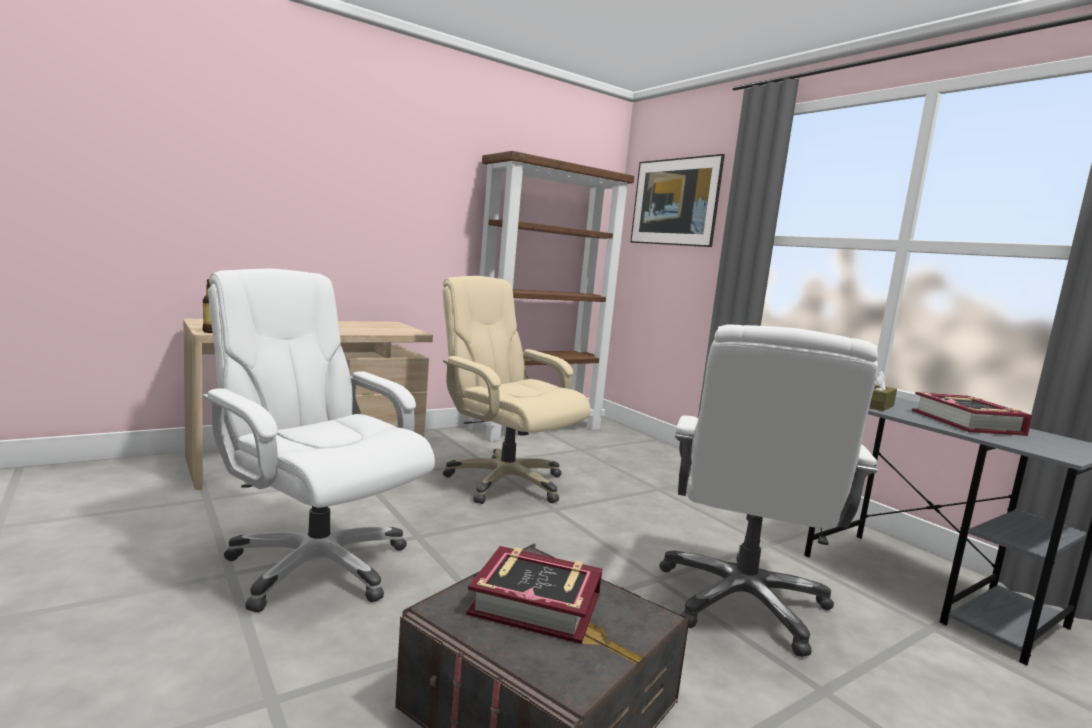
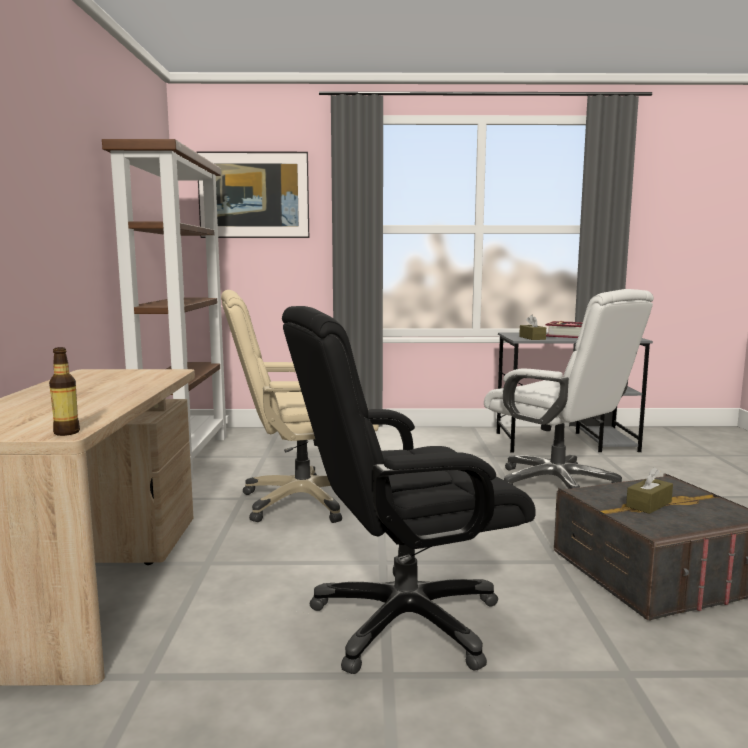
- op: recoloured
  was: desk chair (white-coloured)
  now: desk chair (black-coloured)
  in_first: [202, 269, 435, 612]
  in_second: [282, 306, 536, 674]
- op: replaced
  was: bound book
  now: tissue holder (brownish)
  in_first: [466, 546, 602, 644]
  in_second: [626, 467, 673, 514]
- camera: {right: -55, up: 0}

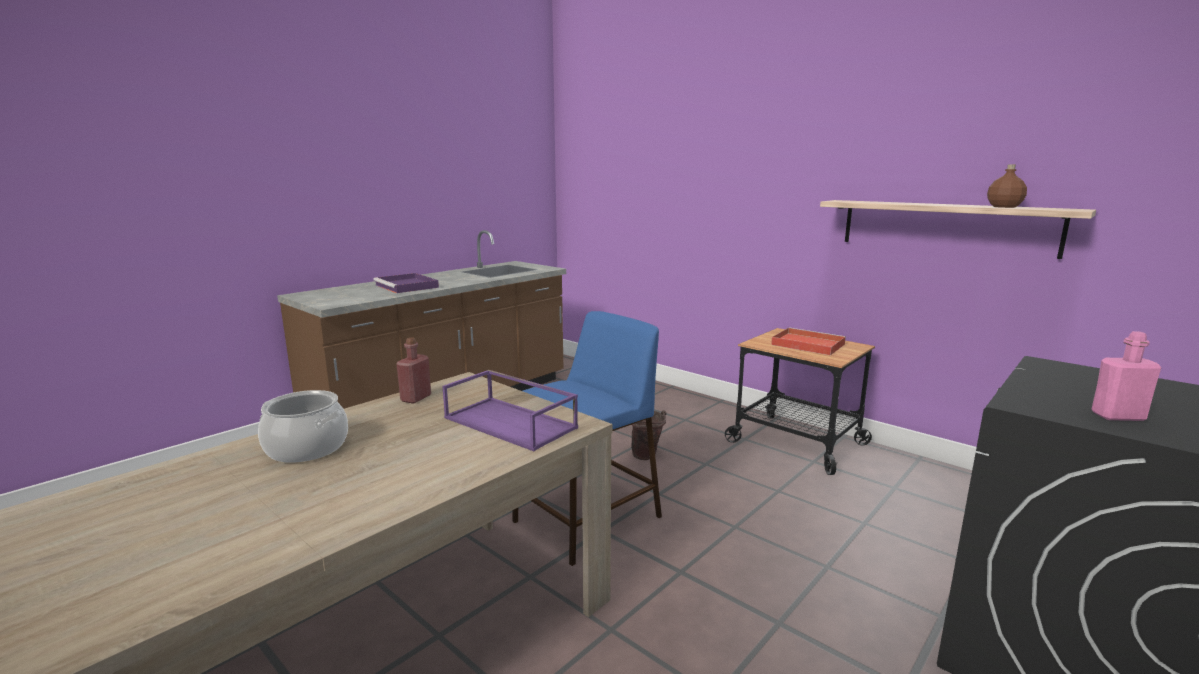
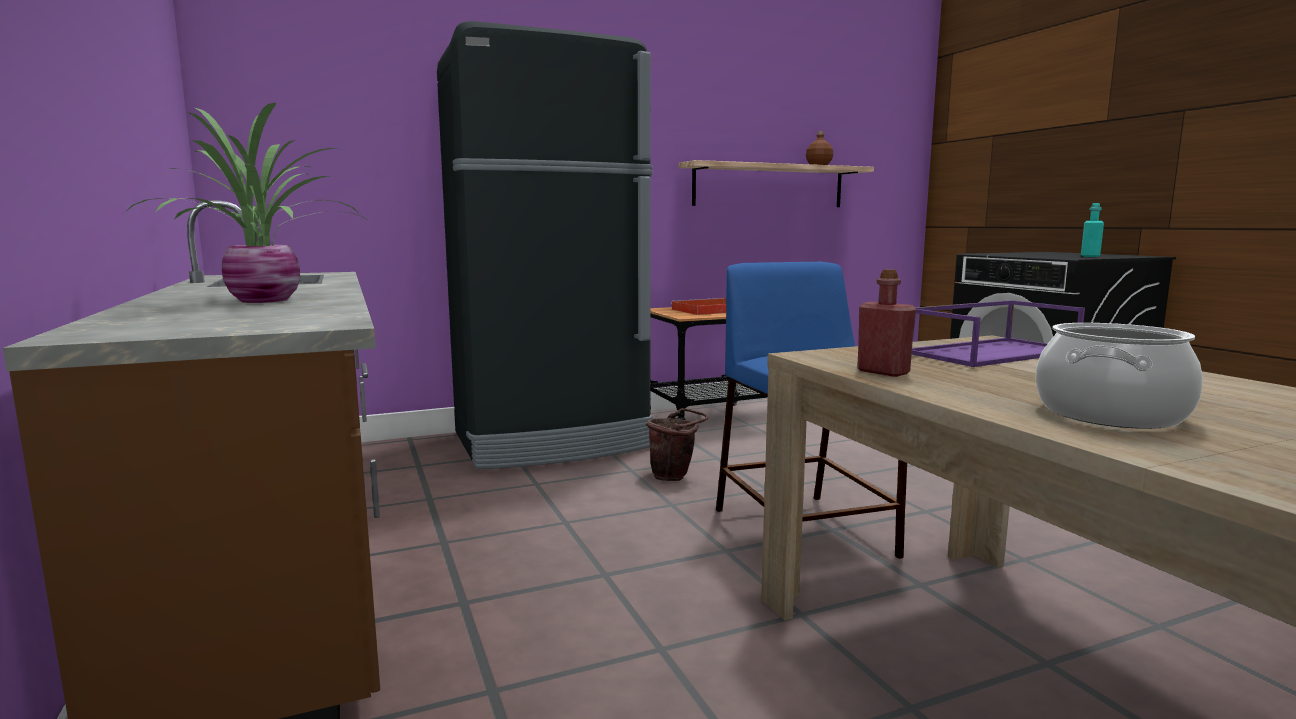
- op: replaced
  was: carrying tray (purple)
  now: houseplant
  in_first: [373, 273, 439, 293]
  in_second: [124, 102, 366, 303]
- op: recoloured
  was: bottle (pinkish)
  now: bottle (turquoise-coloured)
  in_first: [1092, 331, 1162, 421]
  in_second: [1081, 203, 1104, 257]
- op: added
  now: refrigerator (black-coloured)
  in_second: [437, 21, 653, 469]
- camera: {right: -65, up: -5}

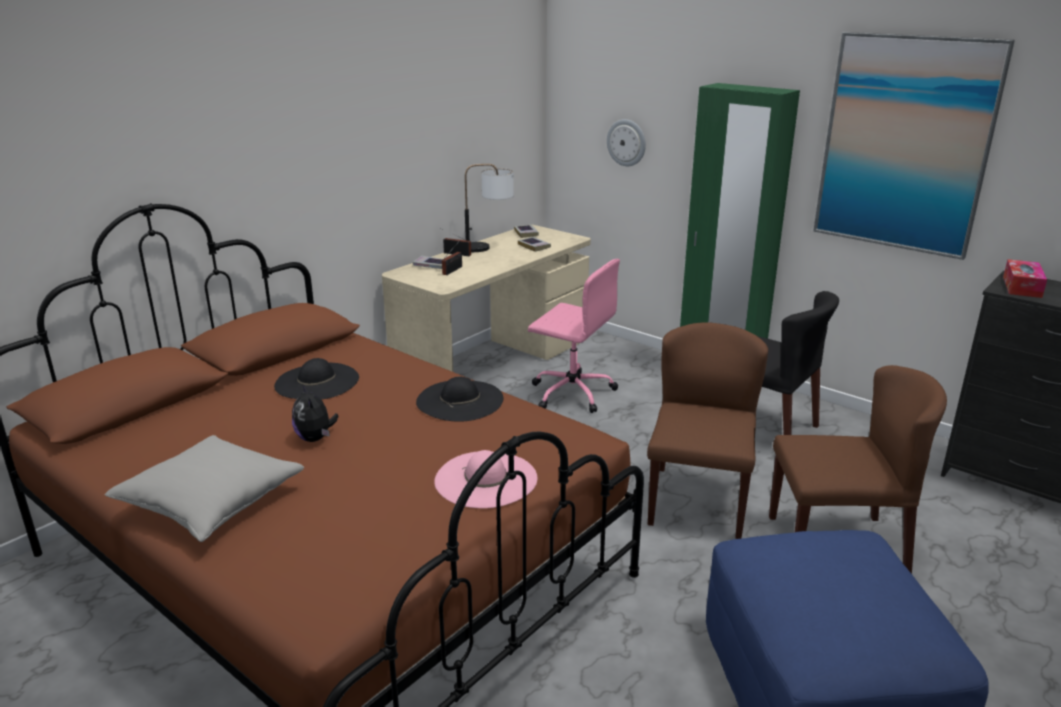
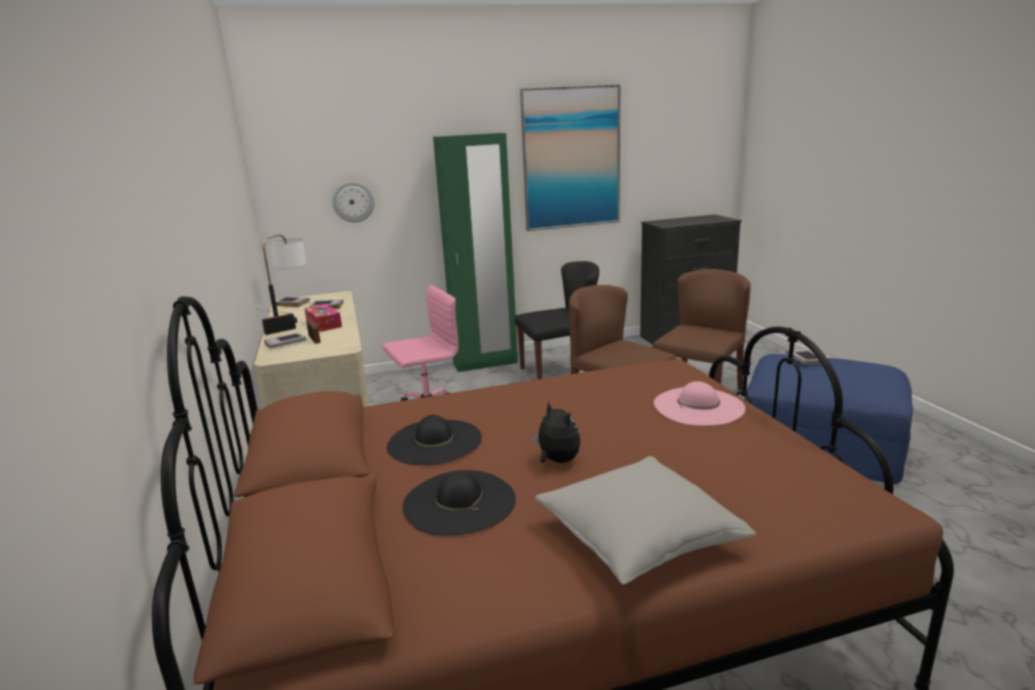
- op: turned
  was: cuddly toy
  in_first: [292, 384, 339, 442]
  in_second: [532, 401, 581, 463]
  clockwise: -135
- op: moved
  was: wearable hat (black-coloured)
  in_first: [416, 377, 503, 422]
  in_second: [403, 470, 516, 536]
- op: moved
  was: tissue holder
  in_first: [1003, 259, 1047, 298]
  in_second: [304, 304, 342, 332]
- op: added
  now: bound book
  in_second: [785, 347, 821, 365]
- camera: {right: -55, up: -5}

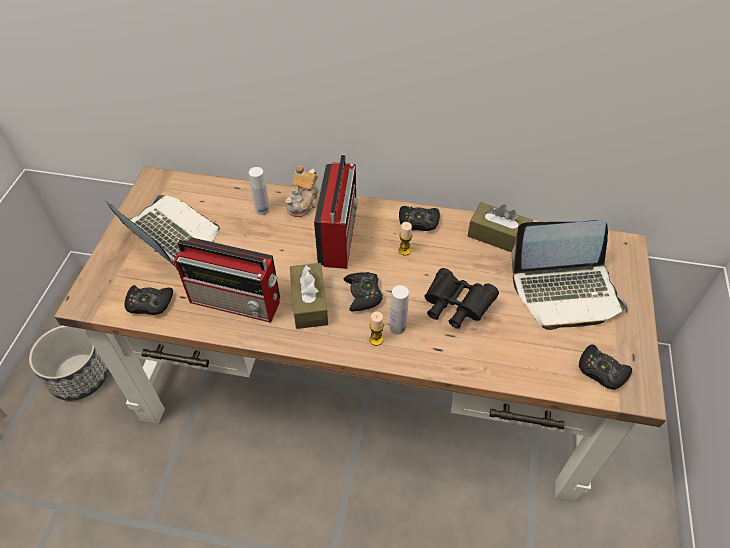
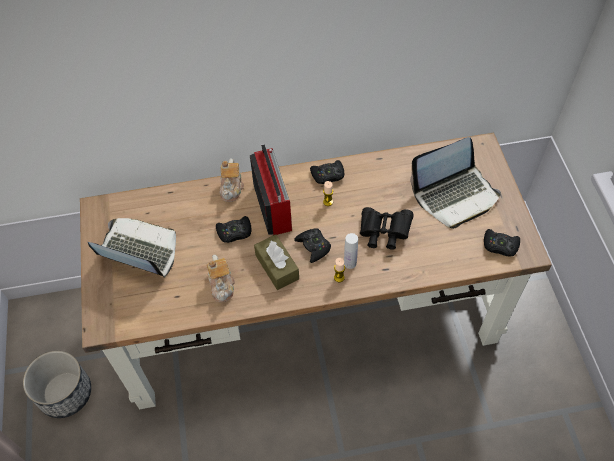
- op: moved
  was: joypad (black-coloured)
  in_first: [125, 285, 173, 315]
  in_second: [216, 216, 251, 243]
- op: replaced
  was: radio
  now: tea pot
  in_first: [174, 237, 280, 323]
  in_second: [207, 255, 235, 302]
- op: removed
  was: bottle (white-coloured)
  in_first: [249, 167, 270, 215]
- op: removed
  was: tissue holder (brownish)
  in_first: [468, 202, 533, 252]
- camera: {right: -20, up: 5}

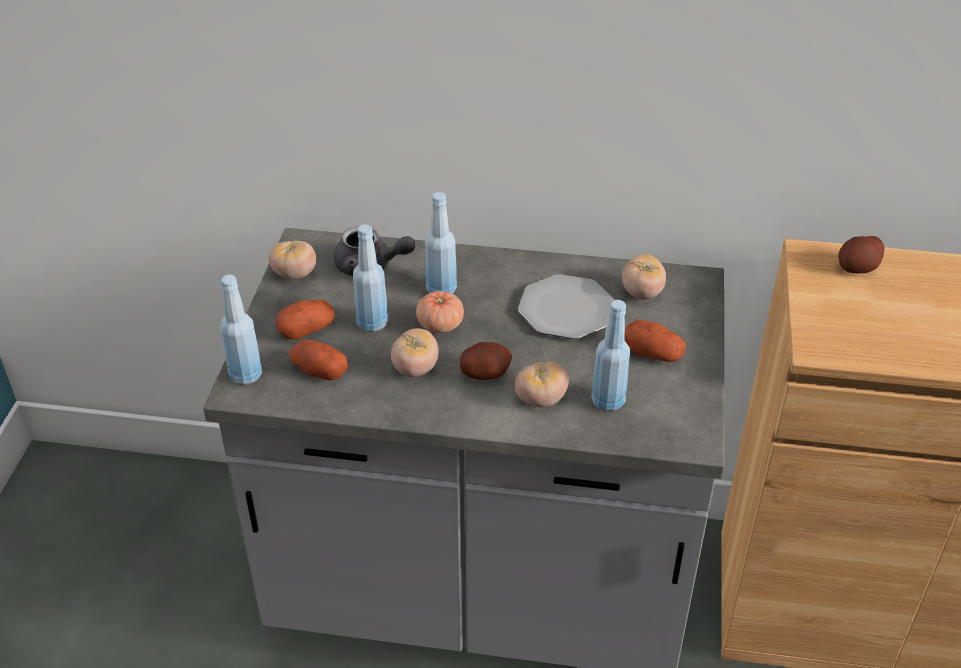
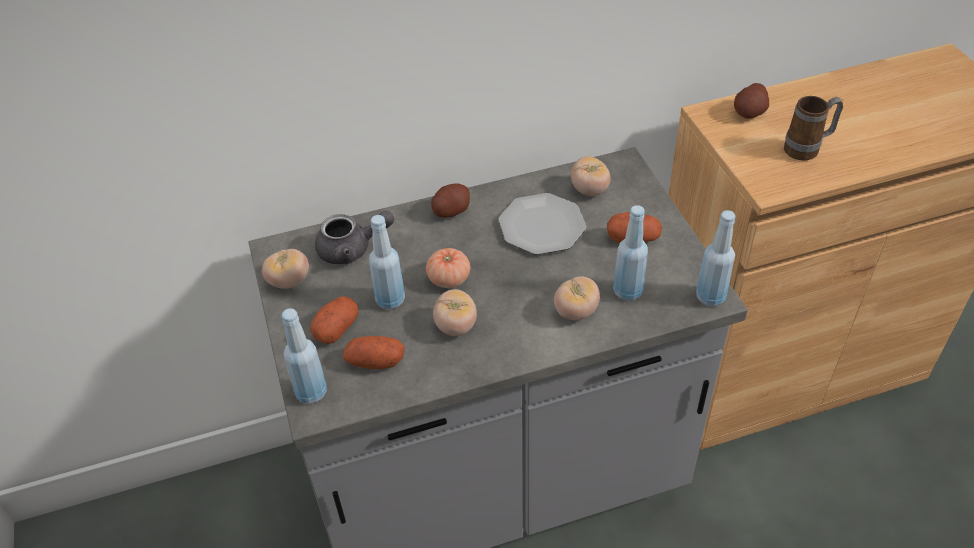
- op: moved
  was: bottle (bluish)
  in_first: [425, 192, 457, 294]
  in_second: [696, 210, 736, 306]
- op: moved
  was: spud
  in_first: [460, 342, 512, 380]
  in_second: [431, 183, 470, 218]
- op: added
  now: tea mug
  in_second: [784, 96, 843, 161]
- camera: {right: -25, up: 5}

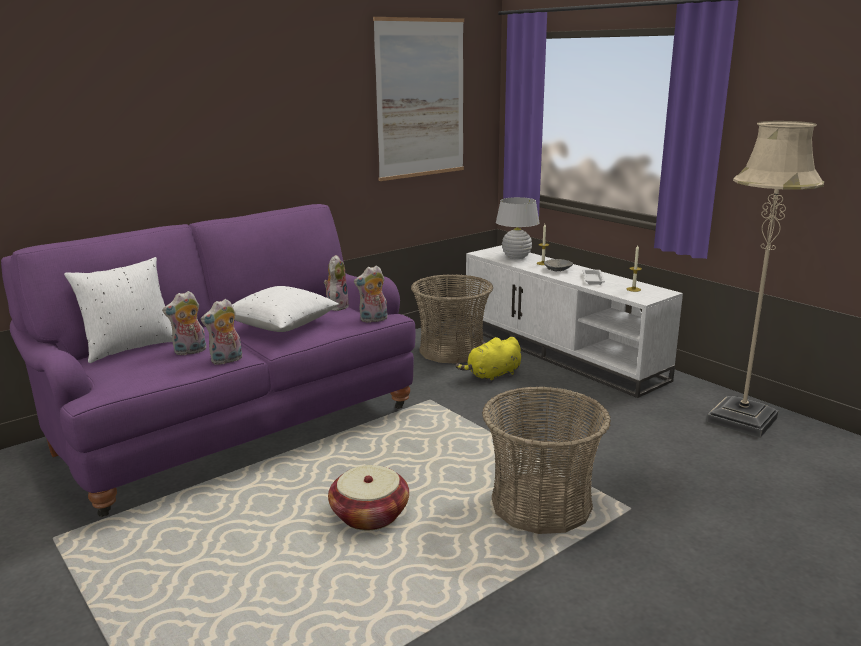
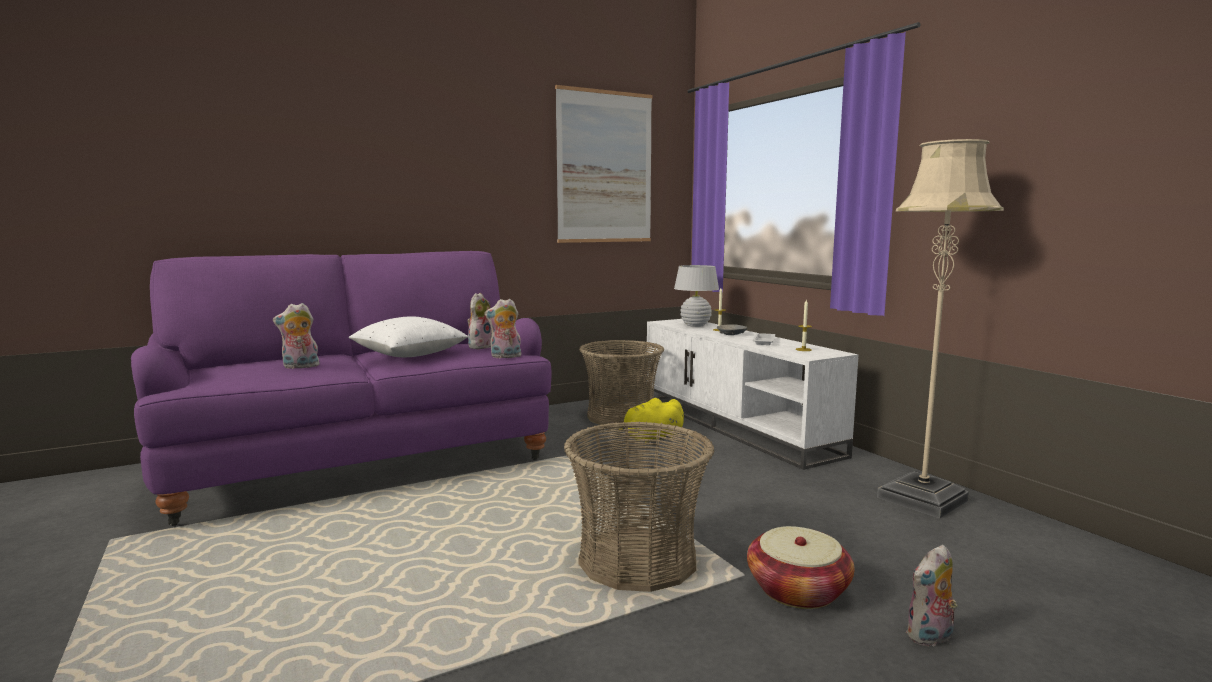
- op: removed
  was: pillow (white-coloured)
  in_first: [64, 257, 173, 363]
- op: moved
  was: cuddly toy
  in_first: [201, 299, 242, 365]
  in_second: [906, 545, 958, 647]
- op: moved
  was: storage basket
  in_first: [328, 465, 409, 530]
  in_second: [747, 526, 854, 609]
- camera: {right: 10, up: -10}

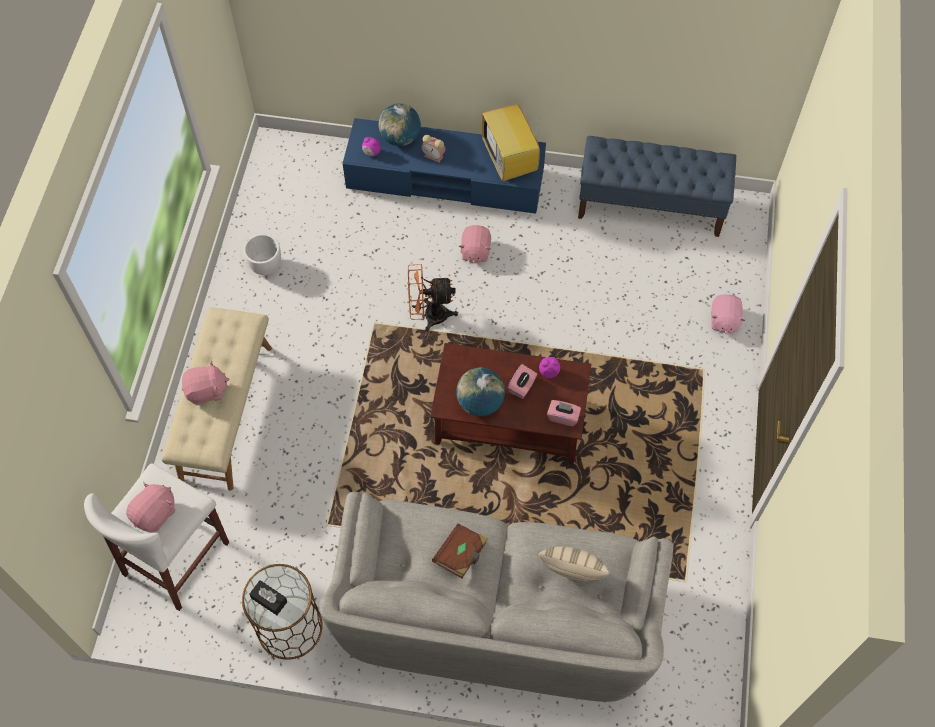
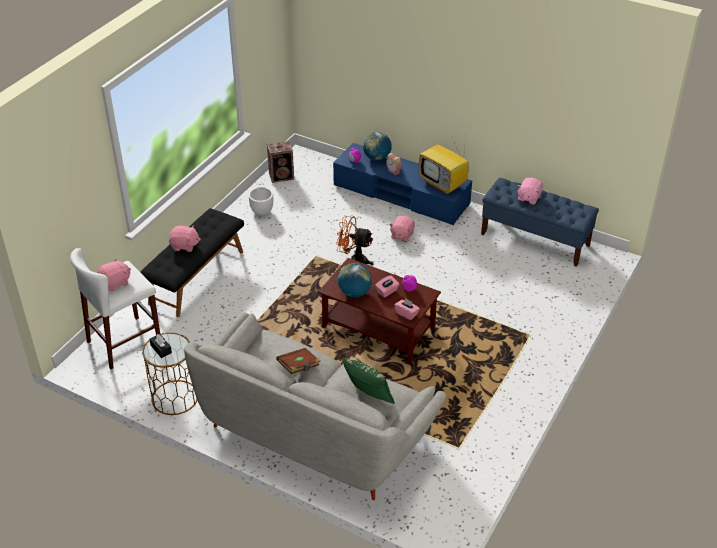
- op: recoloured
  was: long seat (beige)
  now: long seat (black-coloured)
  in_first: [161, 307, 272, 491]
  in_second: [140, 208, 244, 317]
- op: turned
  was: television
  in_first: [482, 98, 540, 181]
  in_second: [419, 137, 469, 194]
  clockwise: -45
- op: recoloured
  was: pillow (beige)
  now: pillow (green-coloured)
  in_first: [539, 546, 610, 581]
  in_second: [342, 358, 395, 404]
- op: moved
  was: cuddly toy (pinkish)
  in_first: [711, 294, 745, 334]
  in_second: [517, 178, 543, 205]
- op: added
  now: speaker
  in_second: [267, 141, 294, 183]
- camera: {right: 20, up: -20}

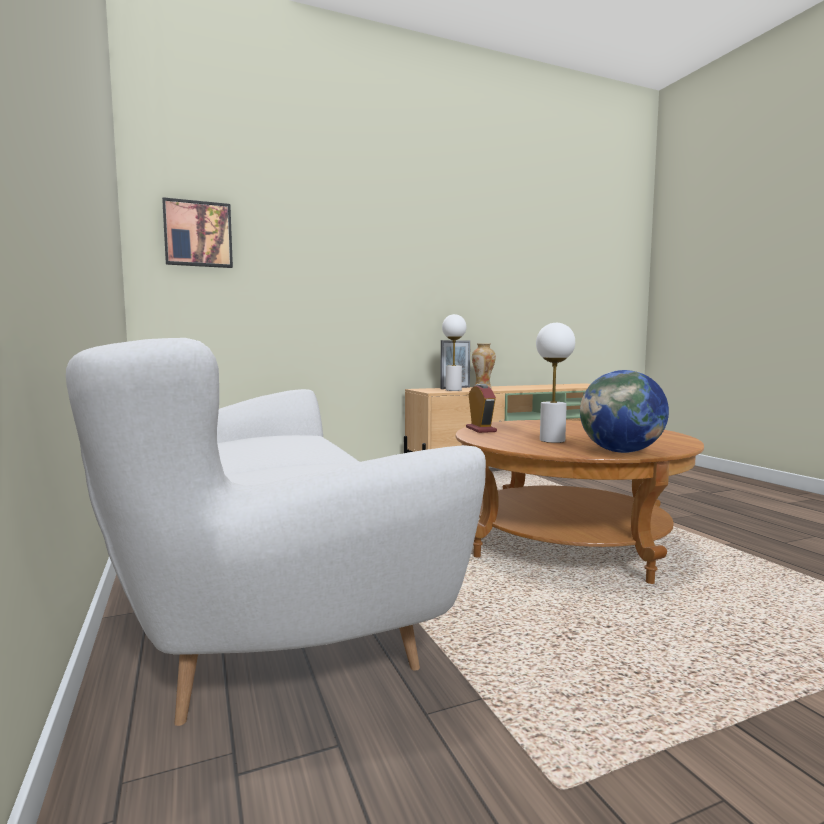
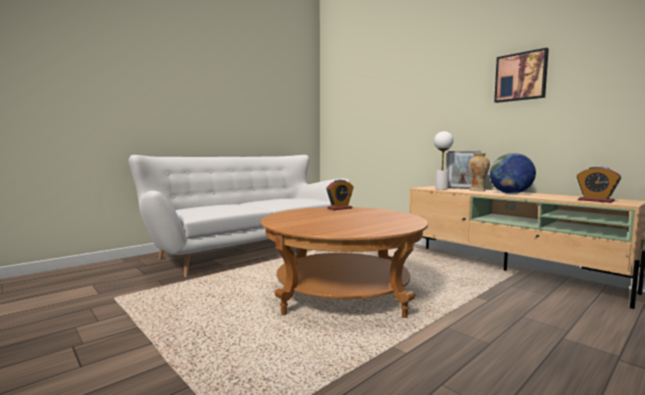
- op: moved
  was: picture
  in_first: [162, 197, 233, 268]
  in_second: [494, 48, 549, 103]
- op: removed
  was: lamp for a table (white-coloured)
  in_first: [536, 323, 575, 443]
- op: moved
  was: world globe
  in_first: [580, 370, 669, 453]
  in_second: [490, 153, 536, 194]
- op: added
  now: bedside clock
  in_second: [576, 166, 621, 203]
- camera: {right: 70, up: 0}

